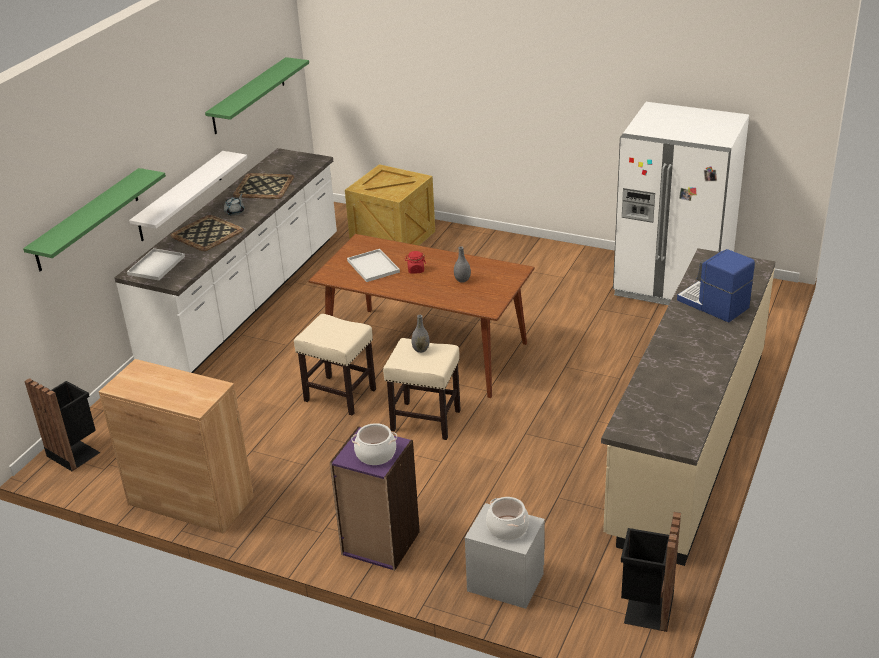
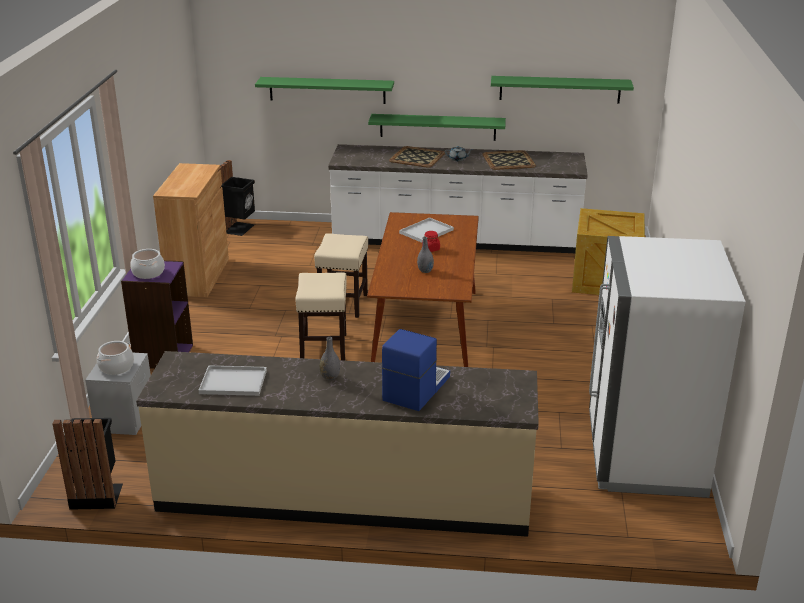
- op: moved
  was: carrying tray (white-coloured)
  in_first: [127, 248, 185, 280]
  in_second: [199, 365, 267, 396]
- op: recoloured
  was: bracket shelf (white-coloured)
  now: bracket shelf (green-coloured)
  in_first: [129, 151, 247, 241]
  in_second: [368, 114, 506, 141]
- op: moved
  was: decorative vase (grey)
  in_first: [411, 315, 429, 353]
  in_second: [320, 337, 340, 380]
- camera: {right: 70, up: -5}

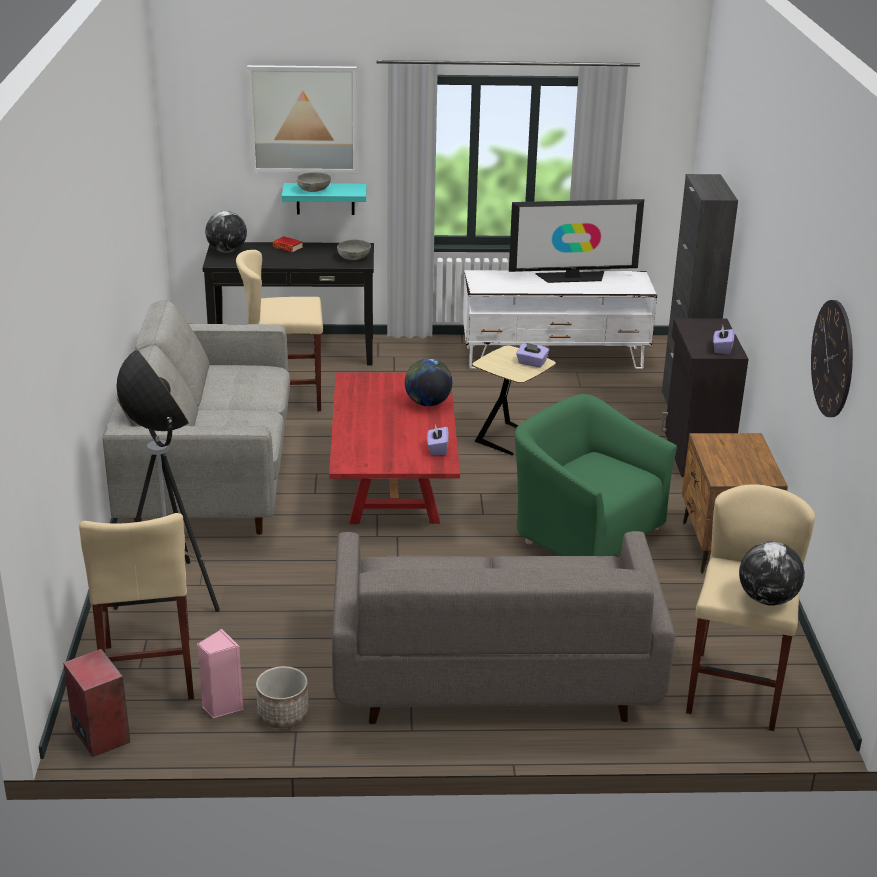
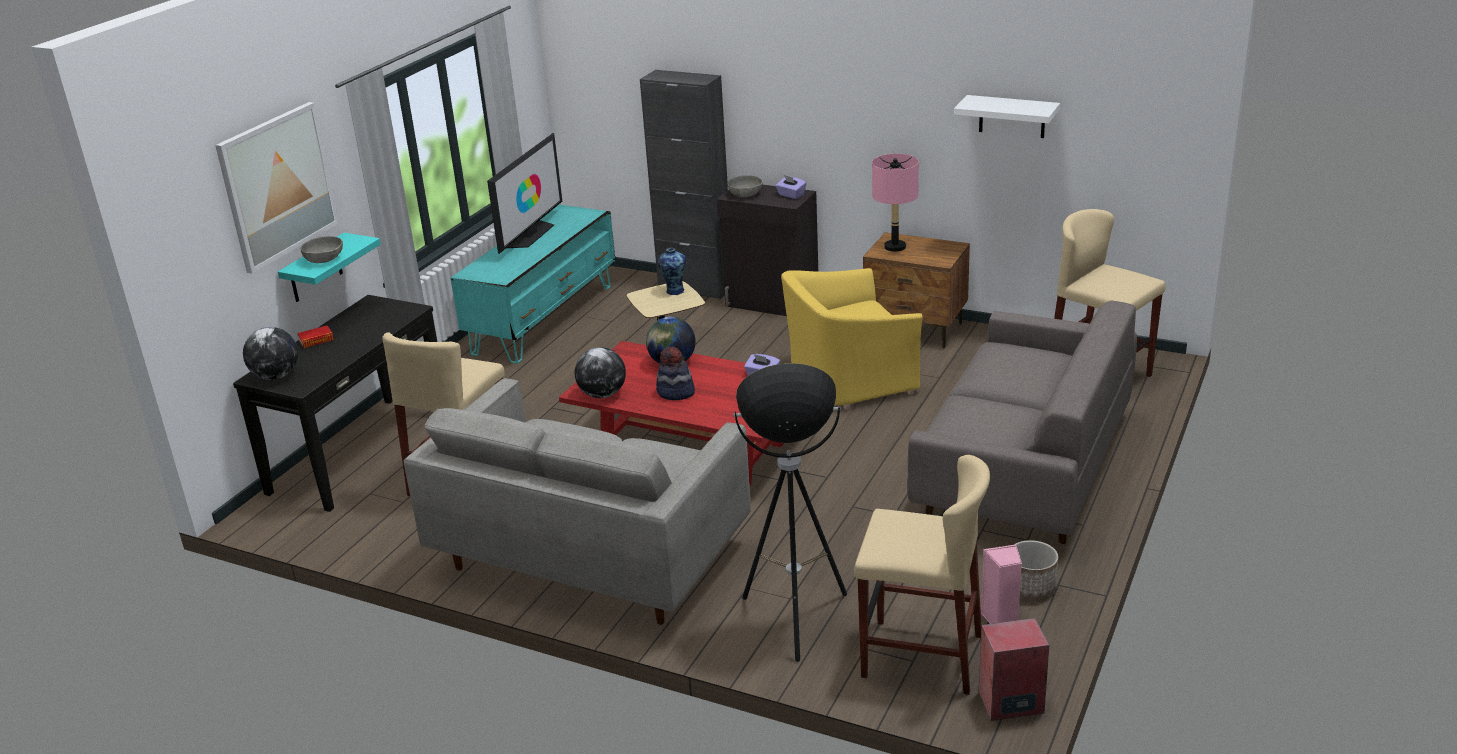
- op: moved
  was: serving bowl (grey)
  in_first: [337, 240, 371, 260]
  in_second: [727, 175, 763, 197]
- op: recoloured
  was: tv unit (white-coloured)
  now: tv unit (turquoise-coloured)
  in_first: [463, 270, 657, 369]
  in_second: [450, 205, 616, 364]
- op: recoloured
  was: armchair (green-coloured)
  now: armchair (yellowish)
  in_first: [515, 394, 677, 556]
  in_second: [781, 268, 923, 410]
- op: replaced
  was: tissue holder (purple)
  now: decorative vase
  in_first: [516, 342, 549, 368]
  in_second: [658, 248, 686, 295]
- op: moved
  was: world globe
  in_first: [739, 542, 805, 606]
  in_second: [575, 347, 626, 398]
- op: replaced
  was: hanging clock
  now: bracket shelf (white-coloured)
  in_first: [811, 300, 853, 417]
  in_second: [954, 95, 1060, 138]
- op: added
  now: wearable hat
  in_second: [656, 346, 695, 400]
- op: added
  now: lamp for a table (pinkish)
  in_second: [872, 154, 919, 252]
- camera: {right: -60, up: 0}

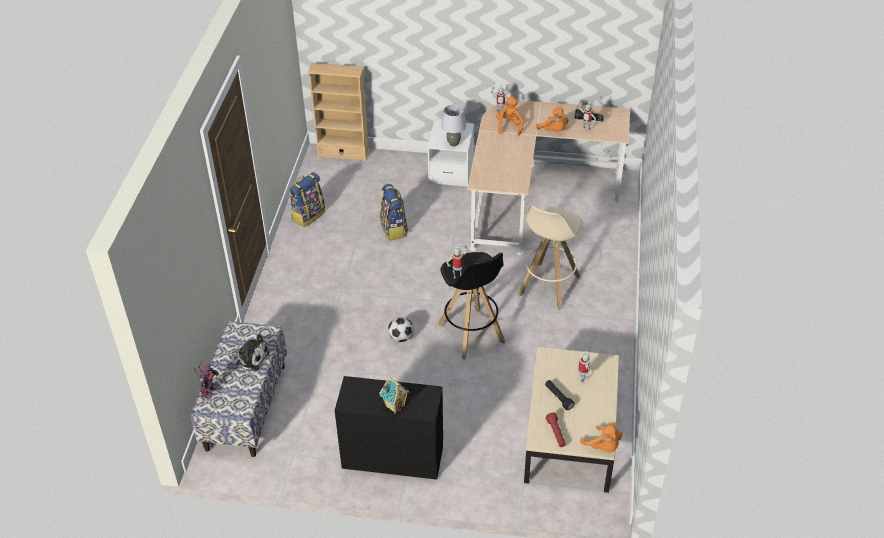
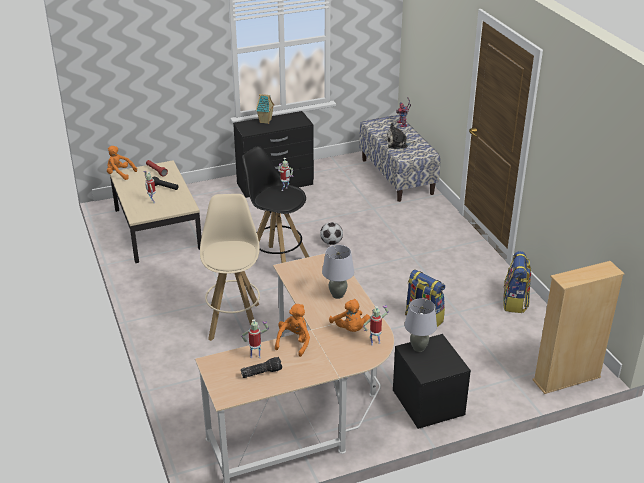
- op: recoloured
  was: night table (white-coloured)
  now: night table (black-coloured)
  in_first: [427, 120, 474, 187]
  in_second: [393, 334, 471, 429]
- op: turned
  was: cuddly toy (orange-coloured)
  in_first: [536, 106, 569, 132]
  in_second: [275, 304, 310, 357]
  clockwise: 90
- op: added
  now: lamp for a table (grey)
  in_second: [322, 245, 354, 299]
- camera: {right: 150, up: -10}

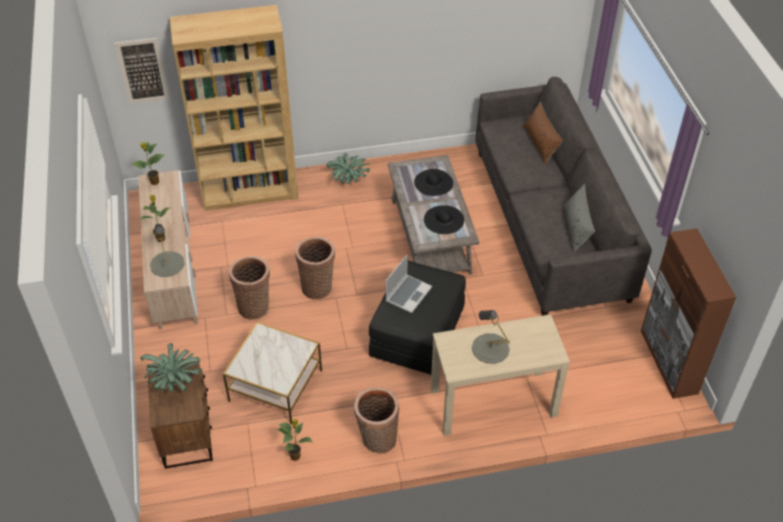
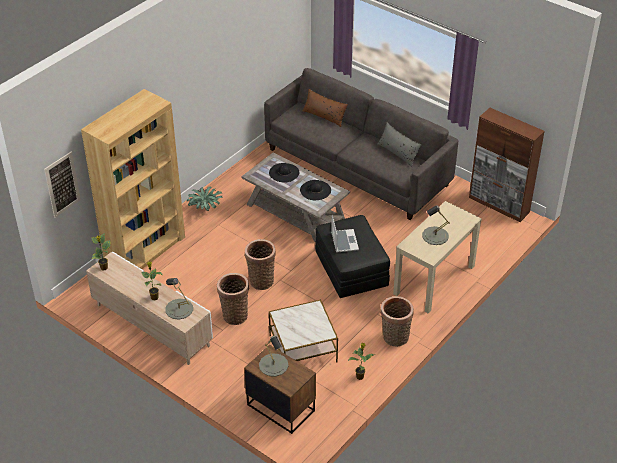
- op: replaced
  was: houseplant
  now: lamp for a table (grey)
  in_first: [141, 343, 202, 392]
  in_second: [259, 336, 288, 377]
- camera: {right: -40, up: -5}

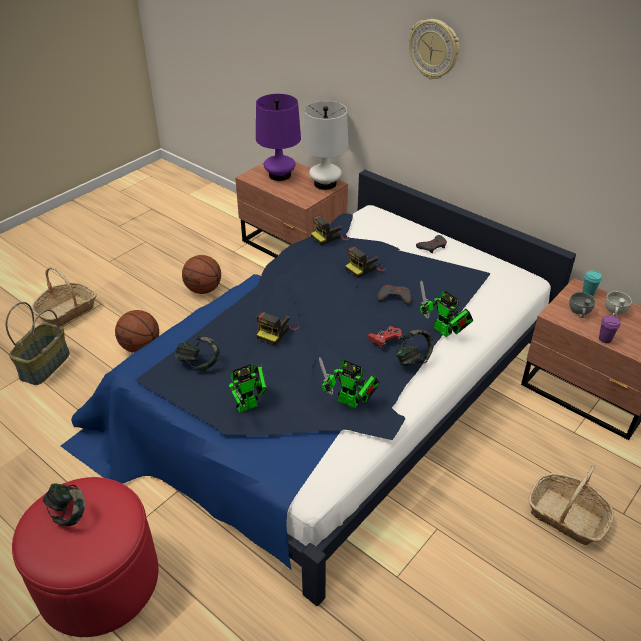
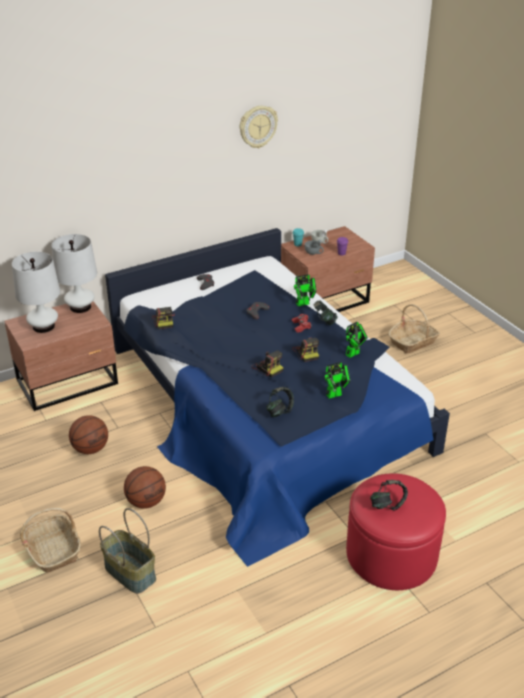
- op: turned
  was: model robot
  in_first: [229, 364, 267, 413]
  in_second: [324, 362, 350, 399]
  clockwise: 75
- op: recoloured
  was: lamp for a table (purple)
  now: lamp for a table (white-coloured)
  in_first: [256, 94, 301, 181]
  in_second: [12, 252, 60, 333]
- op: moved
  was: photo camera
  in_first: [345, 247, 386, 278]
  in_second: [292, 337, 319, 362]
- op: moved
  was: hanging clock
  in_first: [409, 19, 459, 79]
  in_second: [240, 106, 278, 148]
- camera: {right: -70, up: -5}

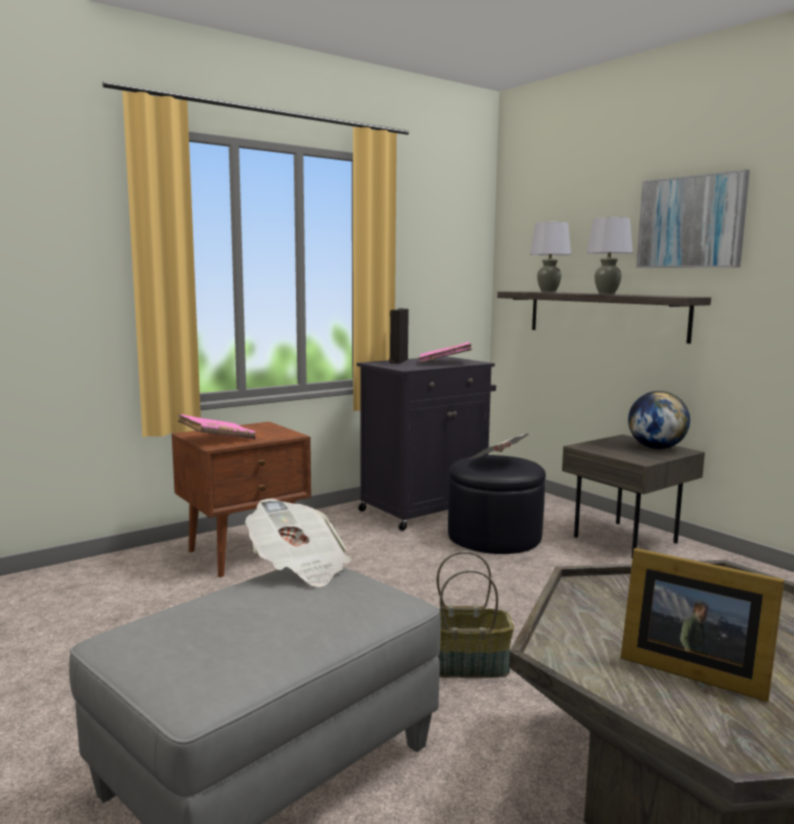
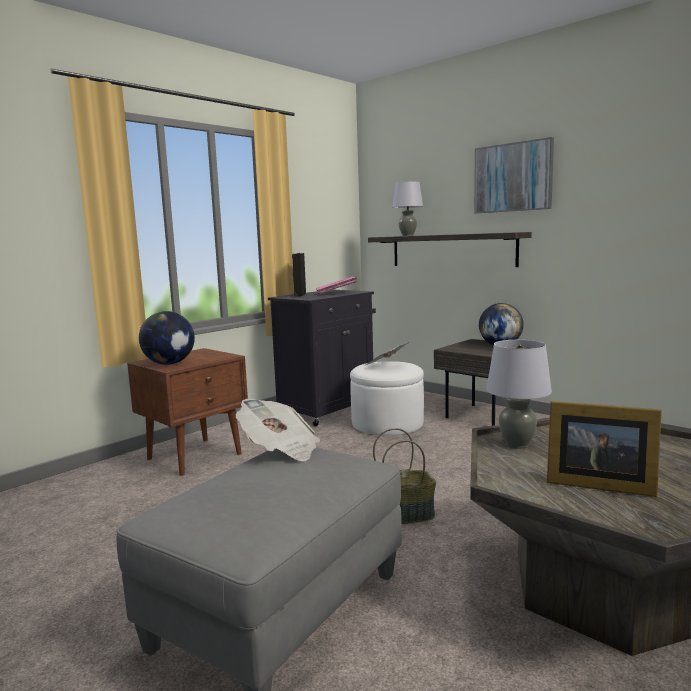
- op: replaced
  was: bound book (pinkish)
  now: world globe
  in_first: [177, 414, 256, 439]
  in_second: [139, 311, 195, 365]
- op: recoloured
  was: footrest (black-coloured)
  now: footrest (white-coloured)
  in_first: [448, 455, 546, 554]
  in_second: [350, 361, 424, 436]
- op: moved
  was: lamp for a table (grey)
  in_first: [587, 217, 633, 295]
  in_second: [486, 340, 552, 449]
- camera: {right: -10, up: 0}

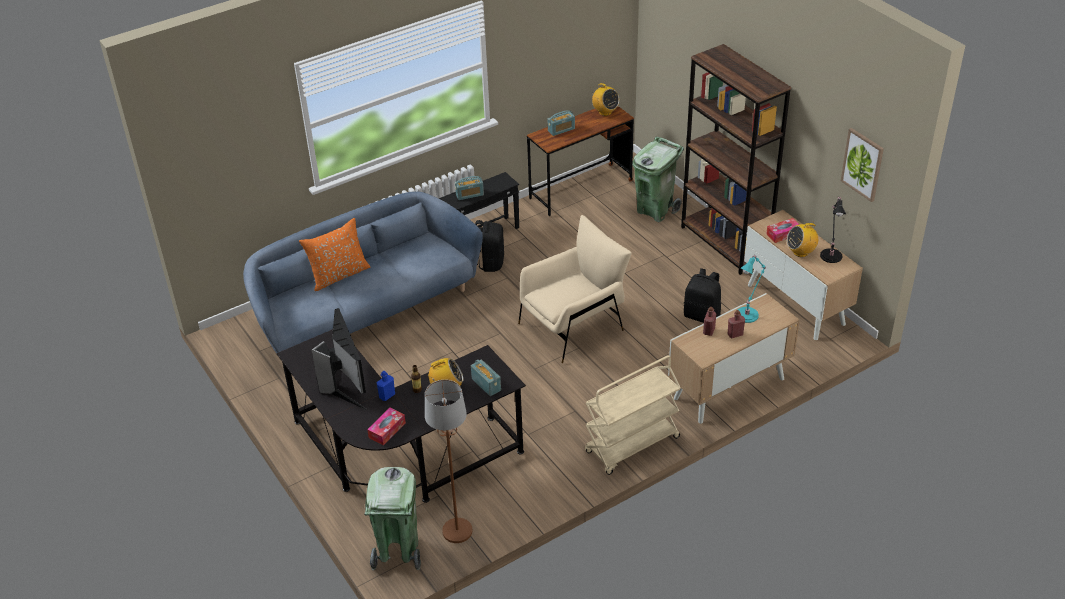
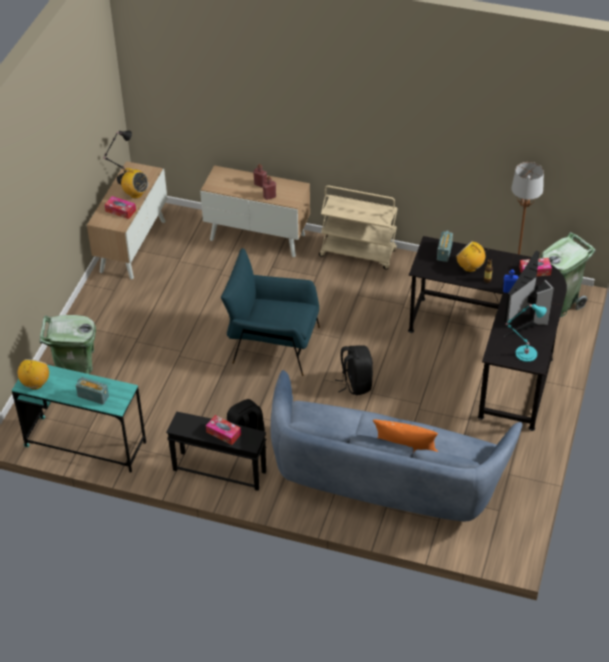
- op: replaced
  was: radio
  now: tissue holder
  in_first: [455, 176, 484, 200]
  in_second: [206, 415, 241, 445]
- op: recoloured
  was: armchair (beige)
  now: armchair (bluish)
  in_first: [518, 215, 632, 363]
  in_second: [221, 248, 320, 376]
- op: recoloured
  was: desk (brownish)
  now: desk (turquoise-coloured)
  in_first: [527, 106, 634, 216]
  in_second: [12, 365, 146, 472]
- op: removed
  was: bookcase (brownish)
  in_first: [681, 44, 791, 275]
- op: moved
  was: knapsack (black-coloured)
  in_first: [684, 268, 721, 323]
  in_second: [335, 345, 373, 395]
- op: moved
  was: lamp for a table (turquoise-coloured)
  in_first: [737, 254, 766, 323]
  in_second: [506, 304, 547, 362]
- op: removed
  was: picture
  in_first: [841, 128, 884, 202]
- camera: {right: -130, up: 5}

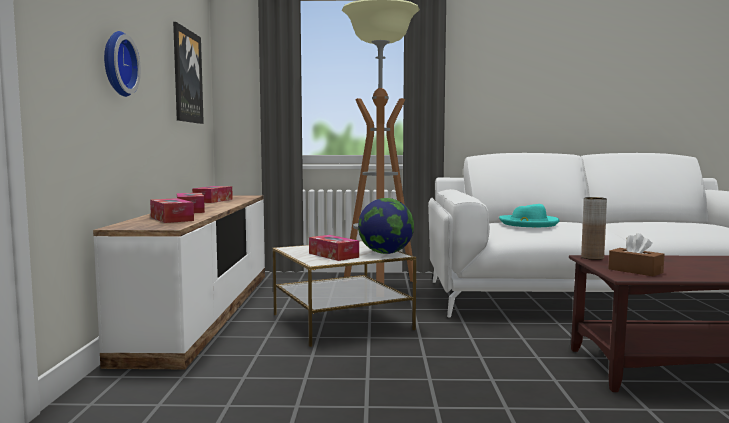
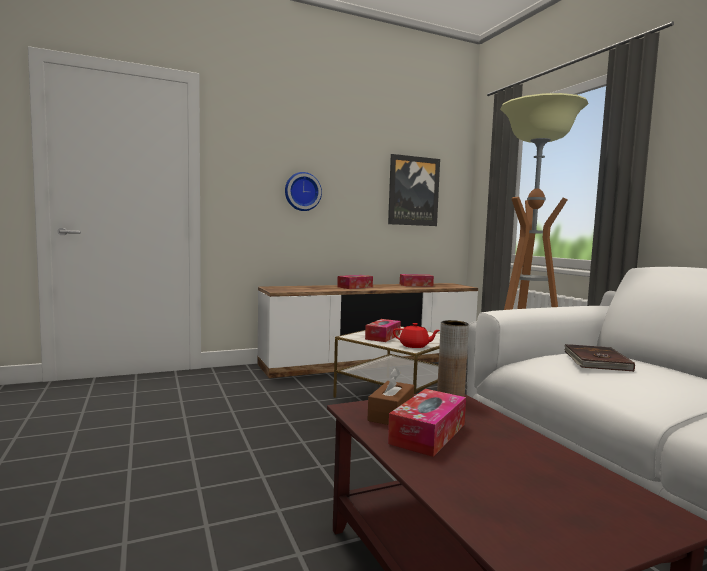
- op: moved
  was: tissue holder
  in_first: [150, 198, 194, 223]
  in_second: [388, 389, 466, 457]
- op: replaced
  was: world globe
  now: tea pot (reddish)
  in_first: [358, 198, 414, 254]
  in_second: [393, 323, 440, 348]
- op: replaced
  was: wearable hat (turquoise-coloured)
  now: bound book (brownish)
  in_first: [499, 204, 560, 227]
  in_second: [564, 344, 635, 372]
- camera: {right: 65, up: 0}

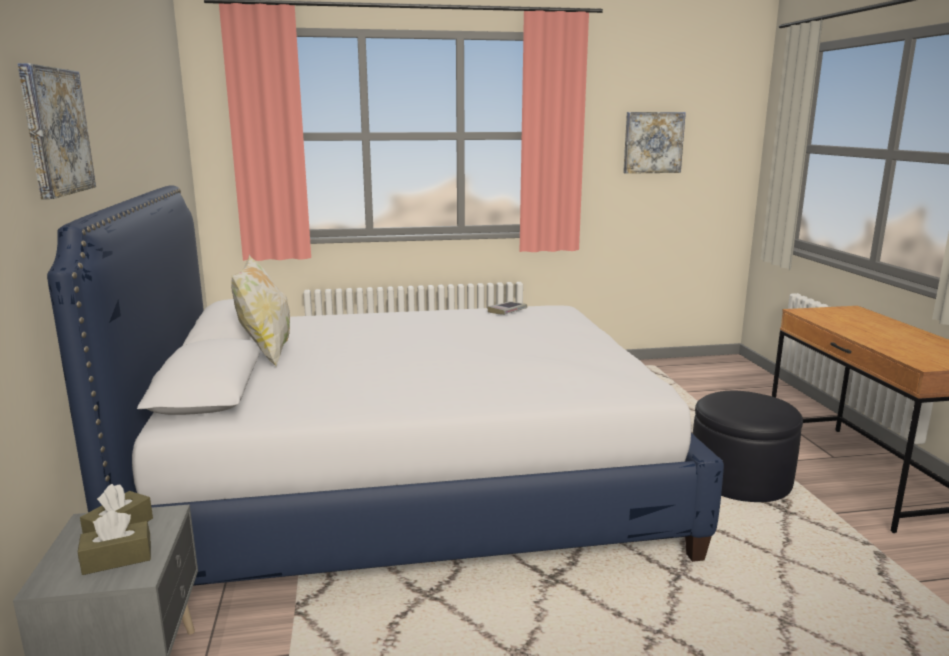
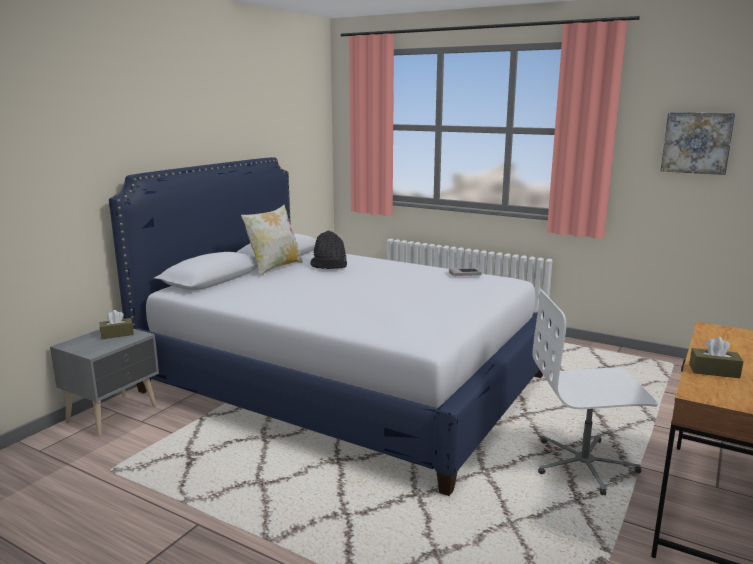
- op: removed
  was: picture
  in_first: [17, 63, 96, 199]
- op: moved
  was: tissue holder (brownish)
  in_first: [78, 511, 151, 575]
  in_second: [689, 337, 744, 378]
- op: replaced
  was: footrest (black-coloured)
  now: desk chair (white-coloured)
  in_first: [693, 391, 803, 502]
  in_second: [533, 290, 658, 495]
- op: added
  now: wearable hat (black-coloured)
  in_second: [310, 230, 347, 269]
- camera: {right: 40, up: 0}

